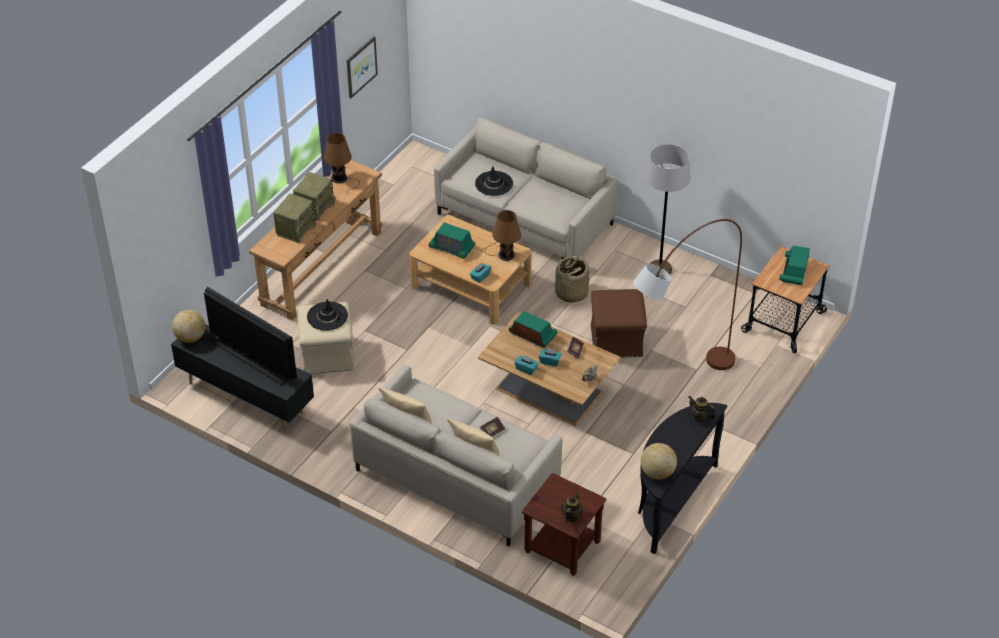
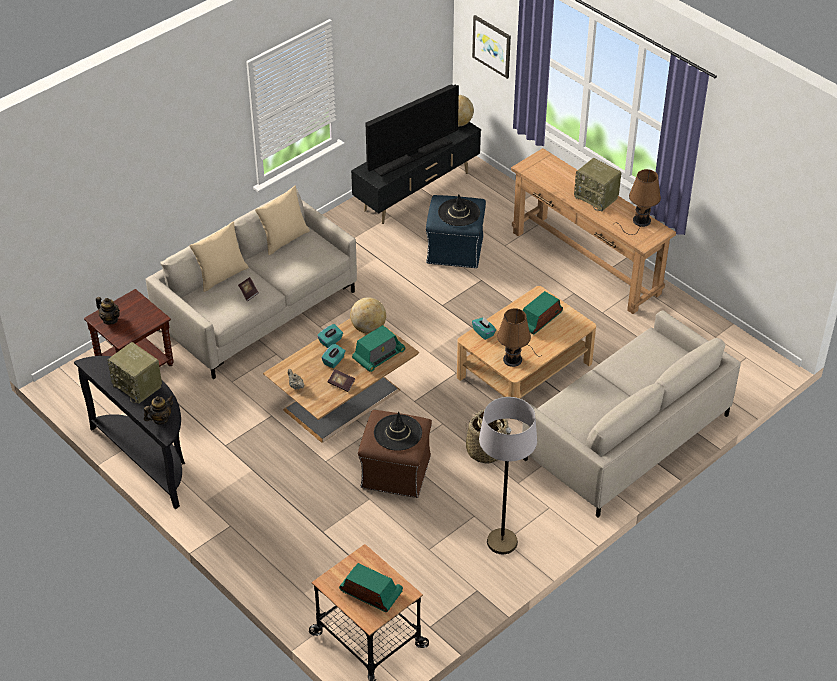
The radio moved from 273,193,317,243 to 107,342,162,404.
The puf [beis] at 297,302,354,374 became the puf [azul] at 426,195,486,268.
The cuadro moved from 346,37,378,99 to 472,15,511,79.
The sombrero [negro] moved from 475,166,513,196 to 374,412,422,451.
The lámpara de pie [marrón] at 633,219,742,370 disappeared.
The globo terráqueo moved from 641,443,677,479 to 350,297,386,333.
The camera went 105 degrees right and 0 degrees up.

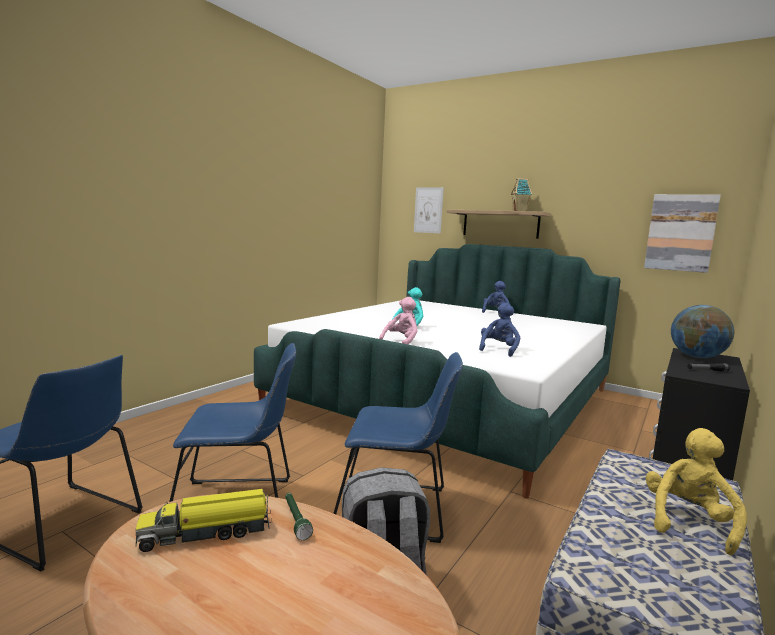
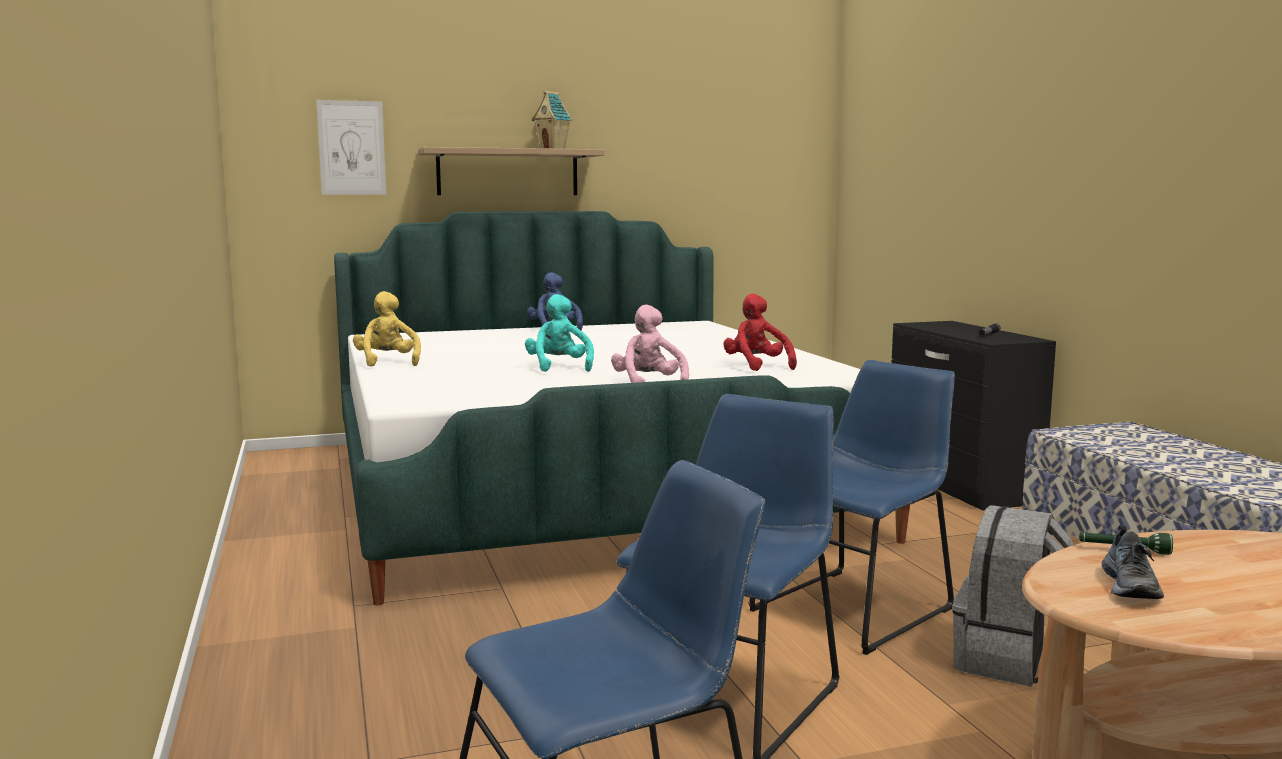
The camión de juguete at 136,489,272,552 was replaced by the zapato at 1102,525,1164,599.
The peluche [azul] at 479,303,520,357 became the peluche [rojo] at 723,294,797,371.
The cuadro at 644,194,721,273 disappeared.
The peluche [amarillo] moved from 646,428,747,555 to 353,291,421,367.
The globo terráqueo at 671,305,734,358 disappeared.
The camera went 50 degrees left and 0 degrees up.

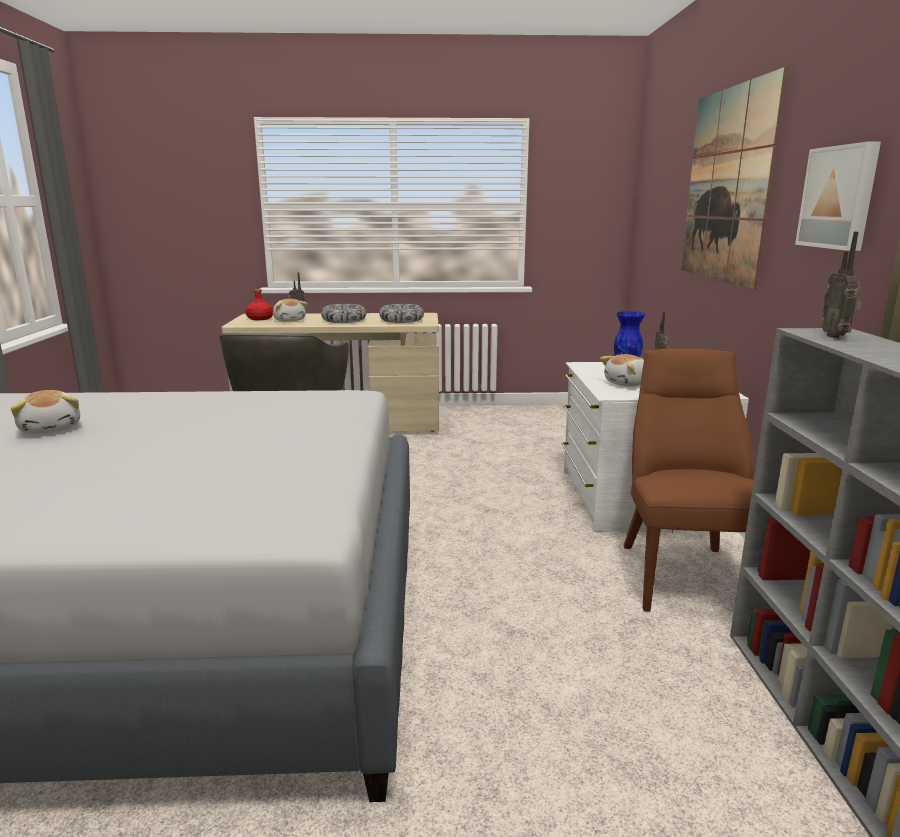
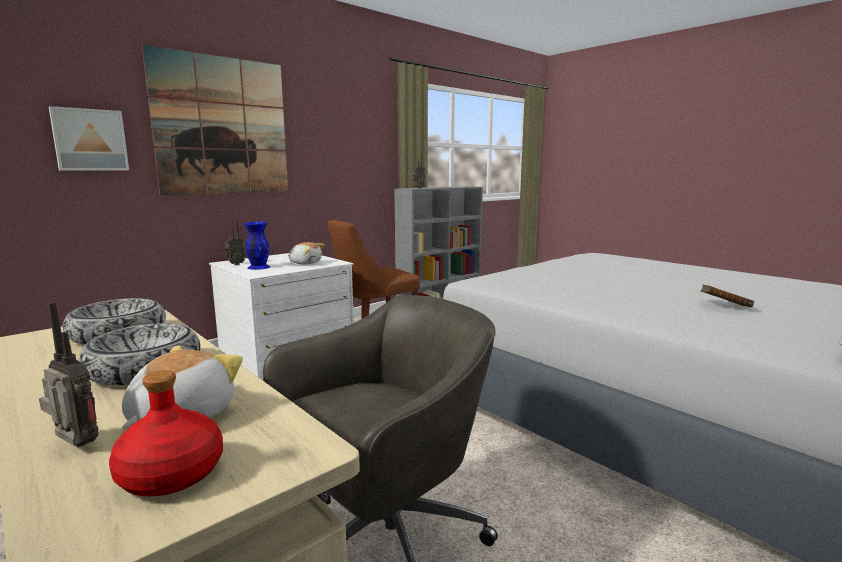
The peluche at 11,390,80,434 was replaced by the libro [marrón] at 700,285,754,307.
The cuadro moved from 795,142,881,251 to 49,106,129,171.
The camera went 130 degrees left and 5 degrees down.

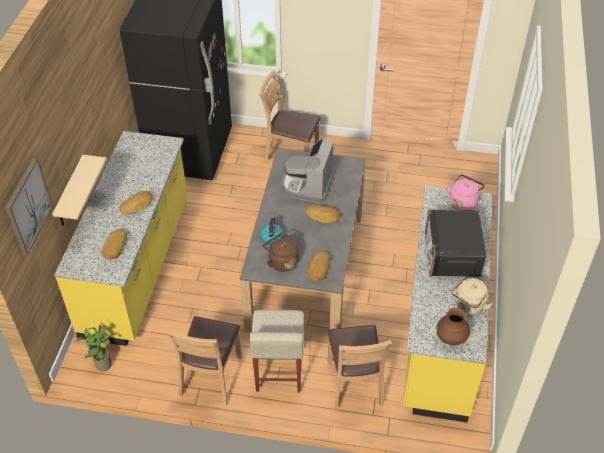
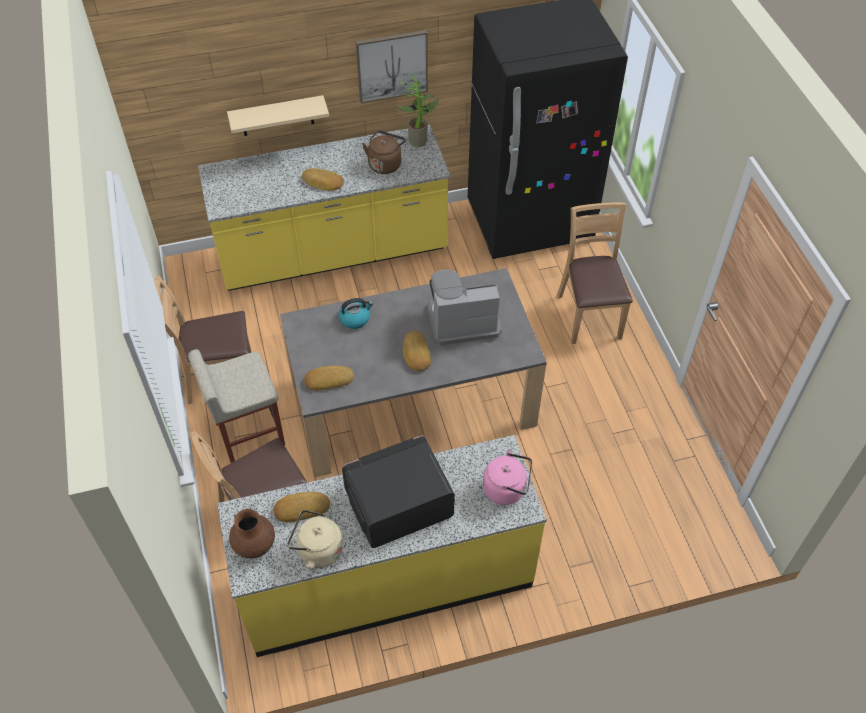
The cuadro moved from 5,158,53,255 to 356,30,428,103.
The planta en maceta moved from 75,325,112,372 to 396,76,439,147.
The pan moved from 102,229,127,260 to 273,492,330,522.
The hervidor [marrón] moved from 263,232,298,272 to 362,130,406,174.
The camera went 65 degrees right and 5 degrees up.

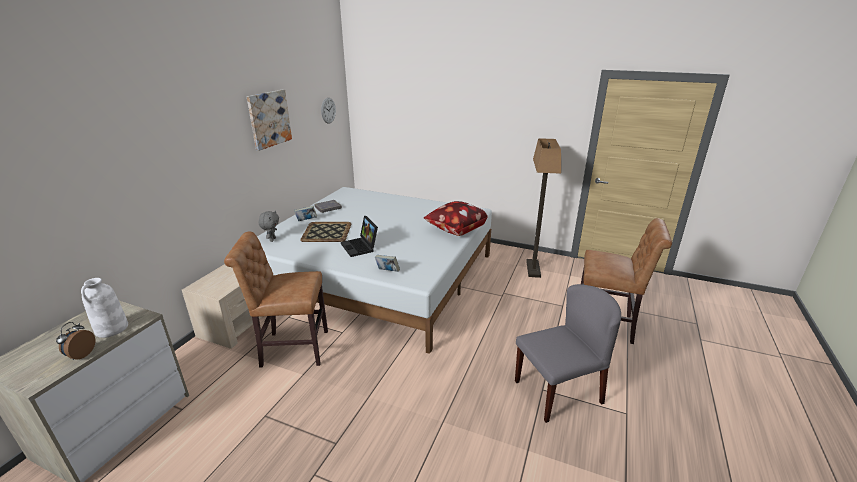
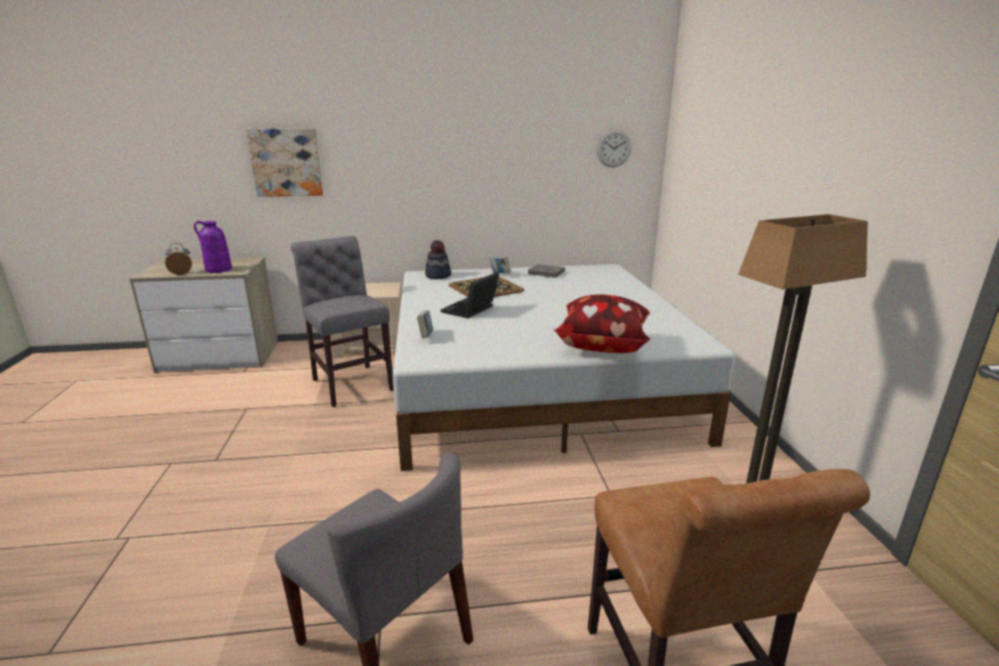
The florero [blanco] at 81,278,128,338 became the florero [morado] at 194,221,232,273.
The silla [marrón] at 224,232,328,368 became the silla [gris] at 291,236,394,407.
The cuadro moved from 247,89,292,151 to 246,128,323,197.
The peluche [gris] at 259,211,279,242 was replaced by the sombrero at 425,240,451,279.
The camera went 60 degrees right and 5 degrees down.

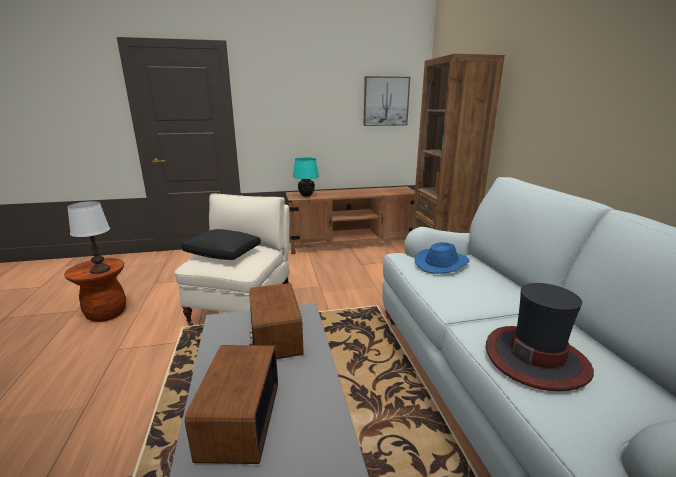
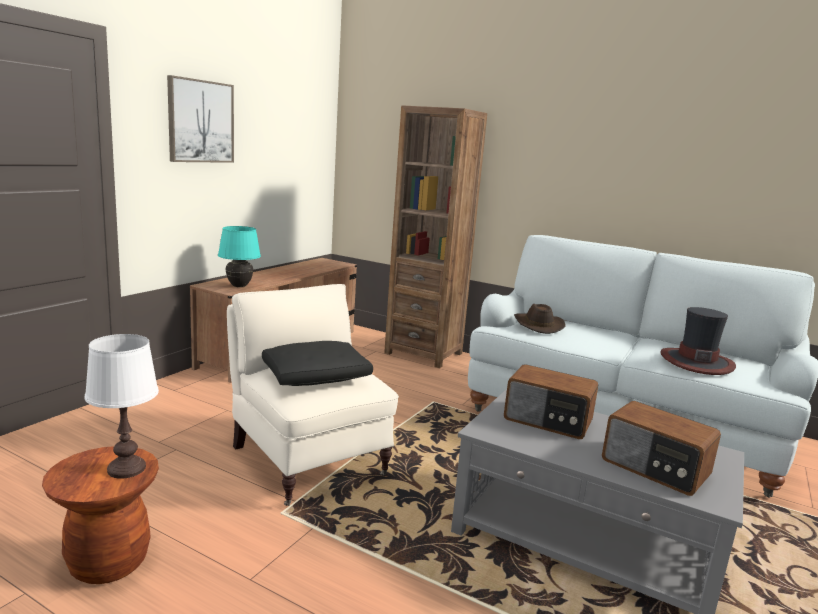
The cuadro moved from 363,76,410,126 to 167,75,234,163.
The sombrero [azul] at 415,242,469,274 became the sombrero [marrón] at 514,304,565,334.
The camera went 50 degrees left and 5 degrees down.

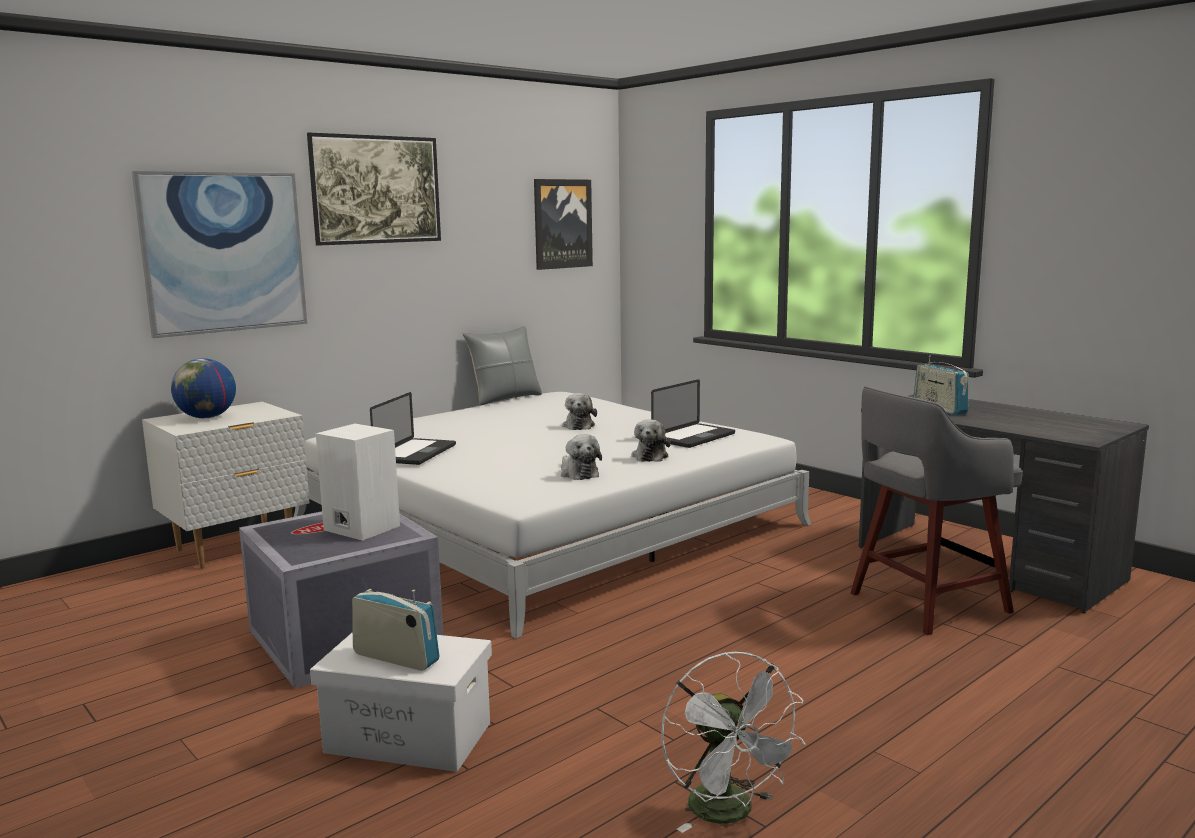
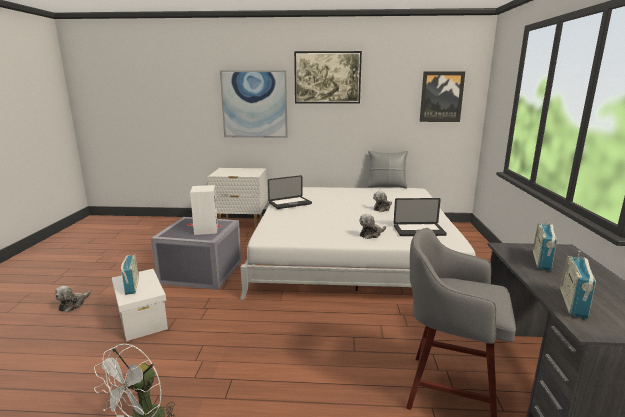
The globo terráqueo at 171,358,236,418 disappeared.
The peluche moved from 561,434,602,480 to 55,286,91,312.
The radio at 560,251,596,319 appeared.
The camera went 45 degrees right and 5 degrees up.

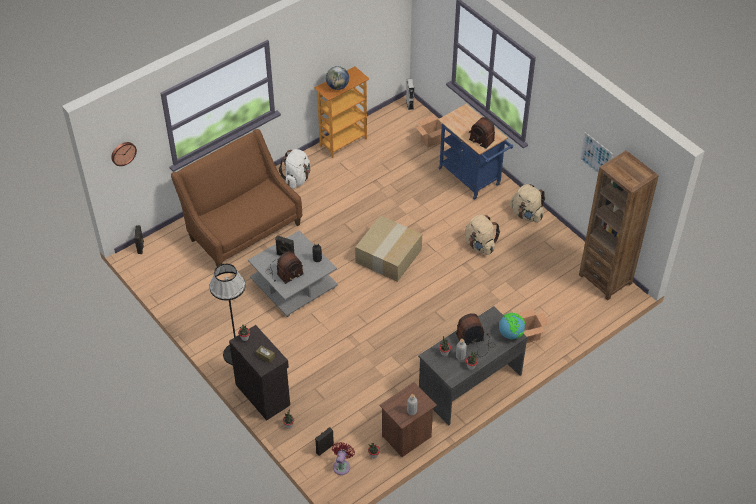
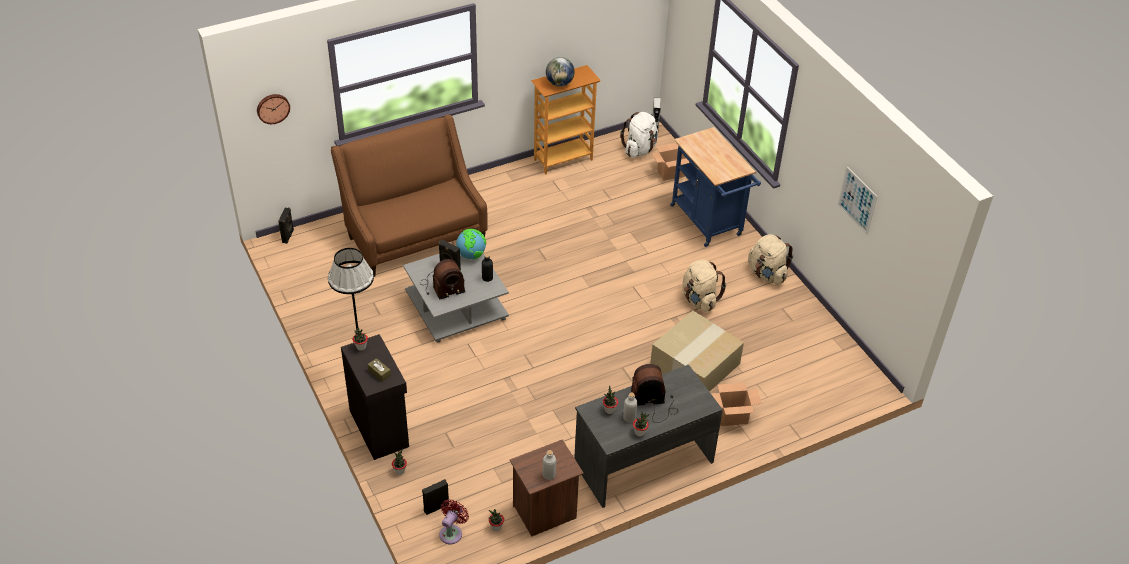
The mochila [blanco] moved from 279,149,310,189 to 620,112,658,158.
The caja de cartón moved from 355,216,422,282 to 650,311,744,392.
The radio at 469,117,495,149 disappeared.
The globo terráqueo moved from 499,313,525,339 to 456,229,486,259.
The estantería [marrón] at 579,151,659,300 disappeared.
The camera went 10 degrees right and 5 degrees down.

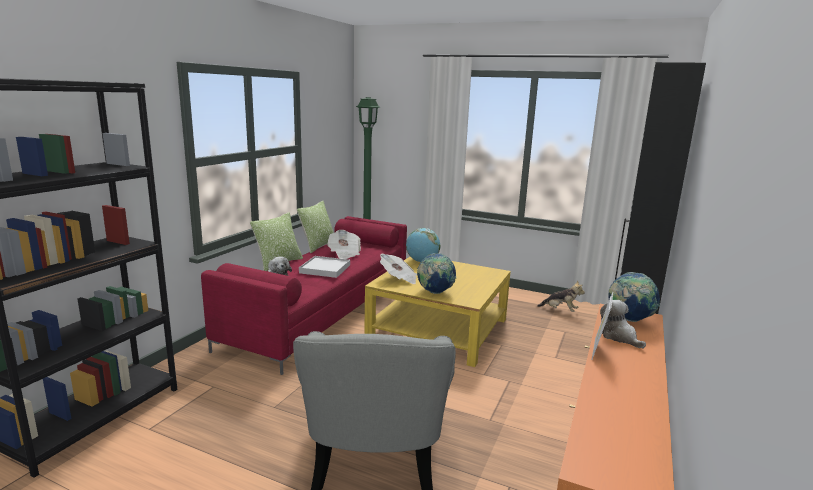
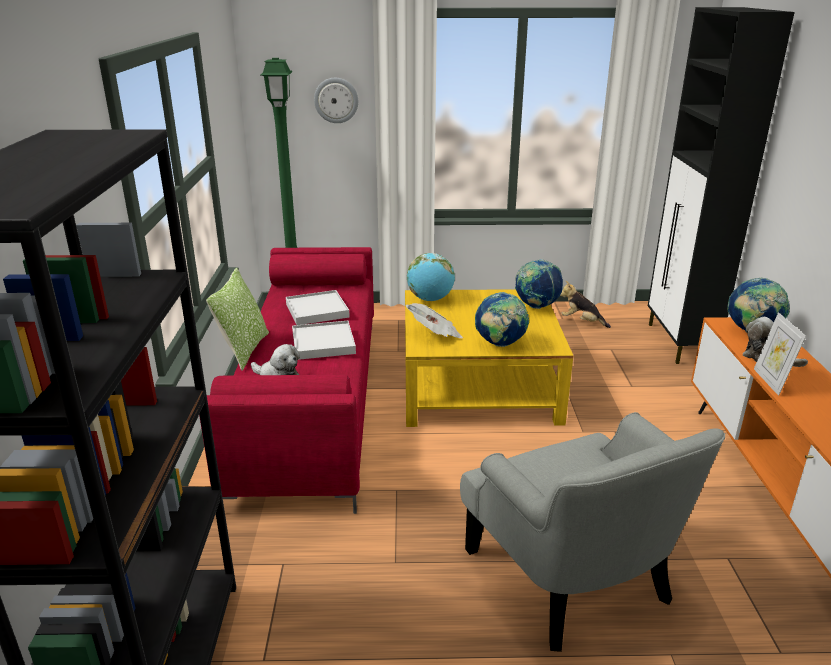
The cojín at 297,200,334,253 disappeared.
The periódico at 327,230,361,259 was replaced by the bandeja [blanco] at 286,290,350,325.
The peluche at 537,280,585,312 turned 150 degrees counterclockwise.
The reloj de pared at 314,78,358,123 appeared.
The globo terráqueo at 515,259,563,309 appeared.
The camera went 25 degrees left and 10 degrees up.

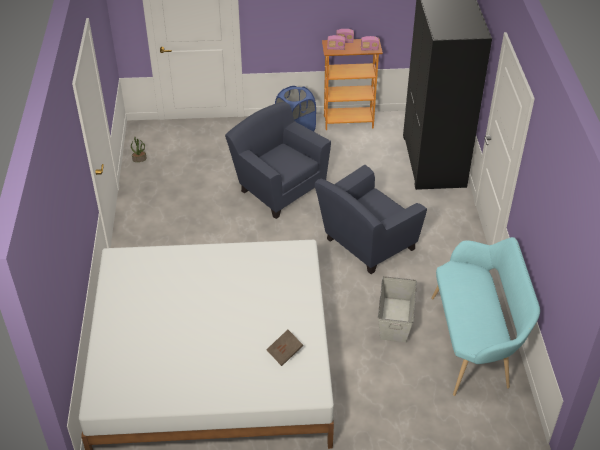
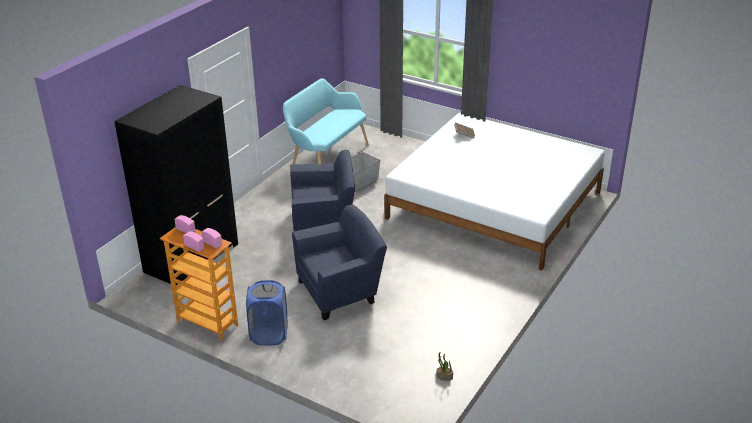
The sillón [azul] at 225,102,331,219 turned 105 degrees counterclockwise.
The camera went 145 degrees left and 10 degrees down.

